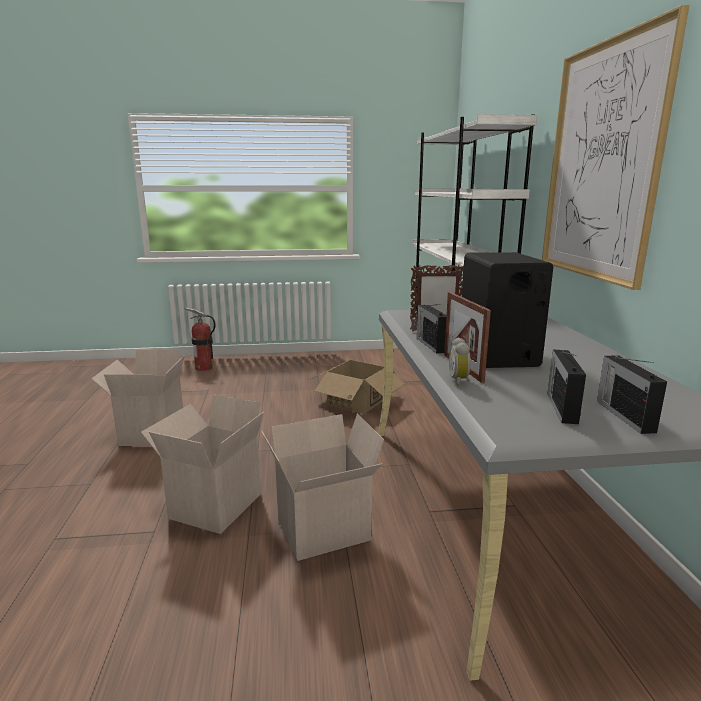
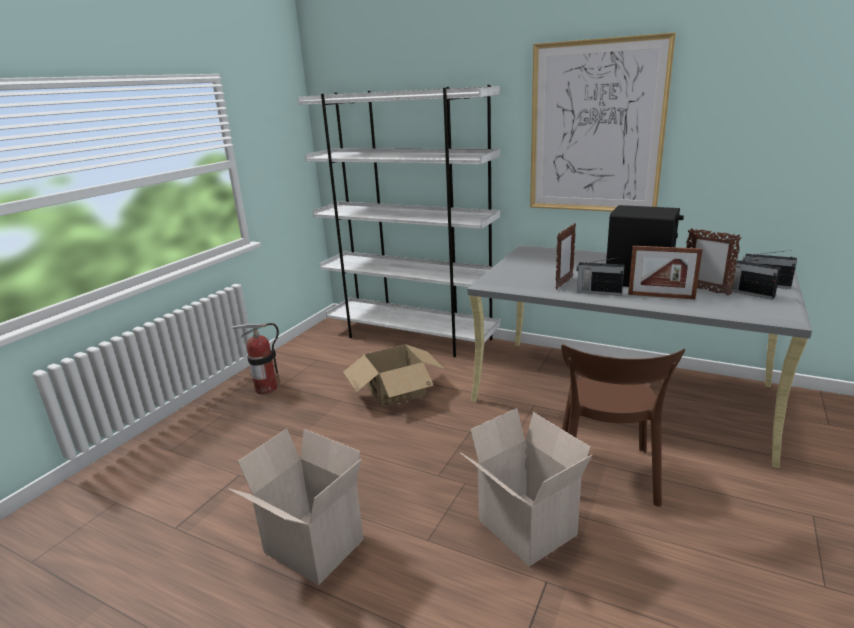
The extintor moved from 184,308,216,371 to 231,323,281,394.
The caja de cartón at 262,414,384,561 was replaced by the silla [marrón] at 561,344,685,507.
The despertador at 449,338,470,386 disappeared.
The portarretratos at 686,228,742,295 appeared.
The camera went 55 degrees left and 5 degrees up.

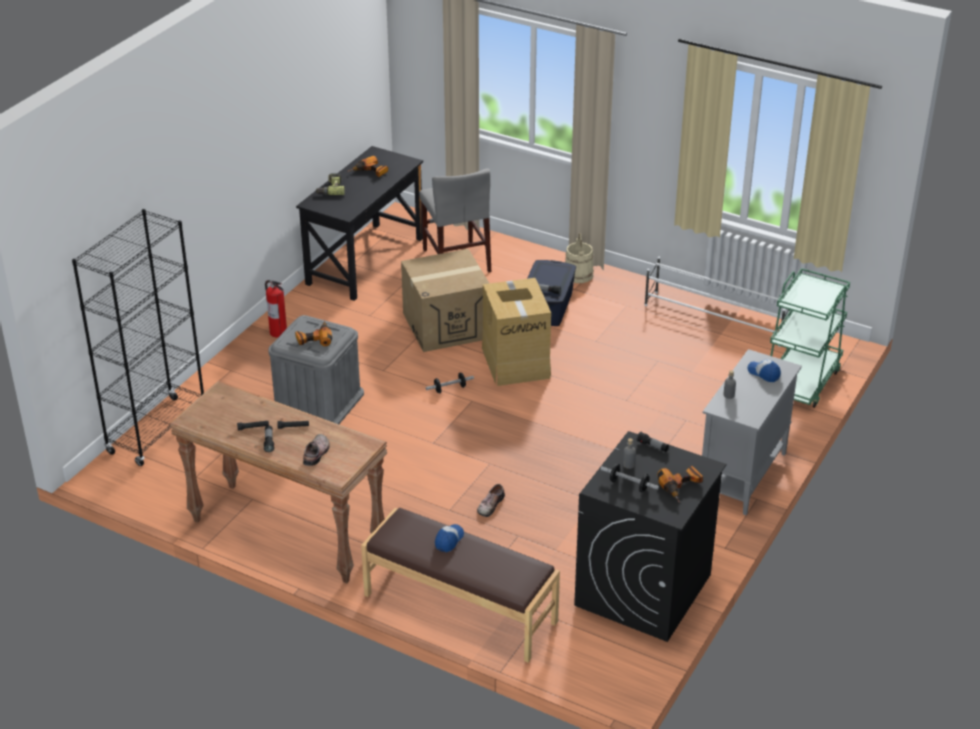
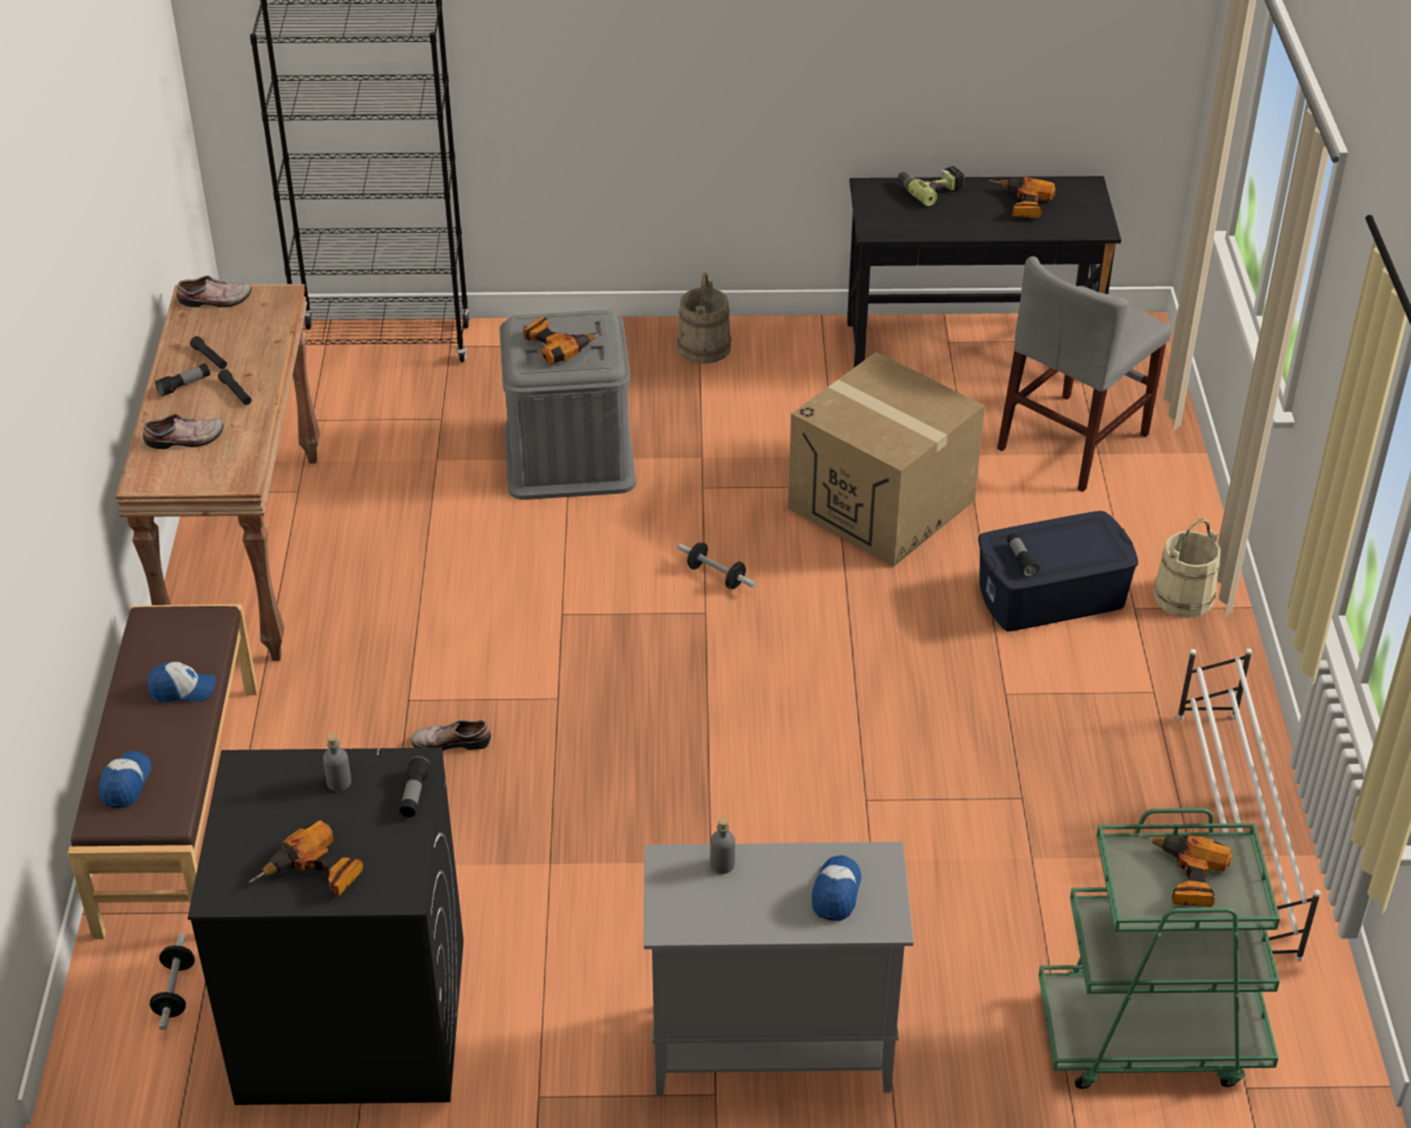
The extintor at 265,280,287,338 was replaced by the cubo [beis] at 677,272,731,364.
The caja de cartón at 482,278,551,386 disappeared.
The mancuerna moved from 601,464,659,492 to 150,934,195,1030.
The gorra at 99,751,151,808 appeared.
The zapato at 177,275,252,307 appeared.
The taladro at 1137,834,1232,907 appeared.
The camera went 60 degrees right and 5 degrees up.

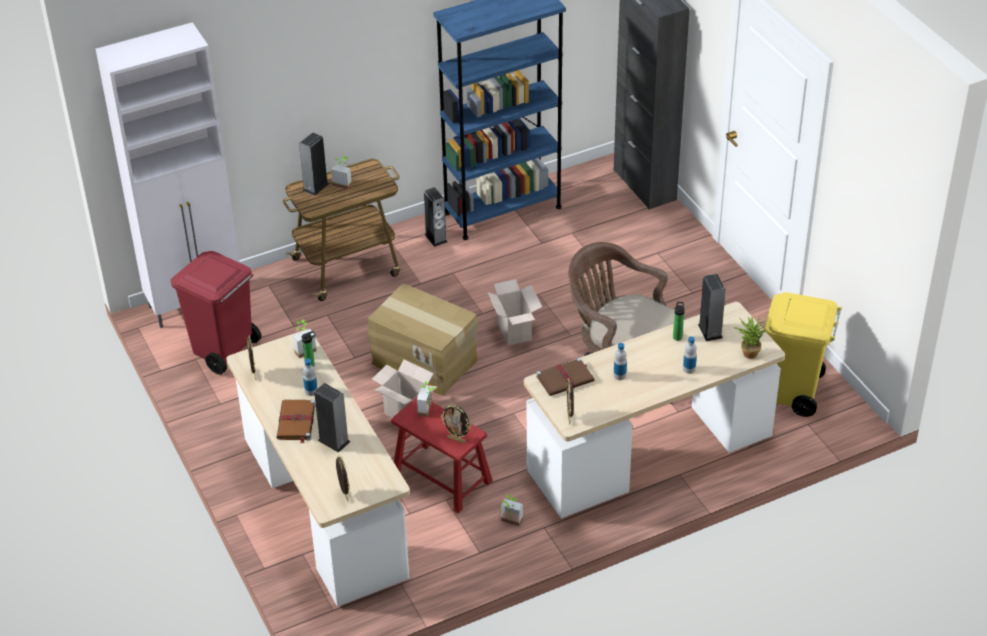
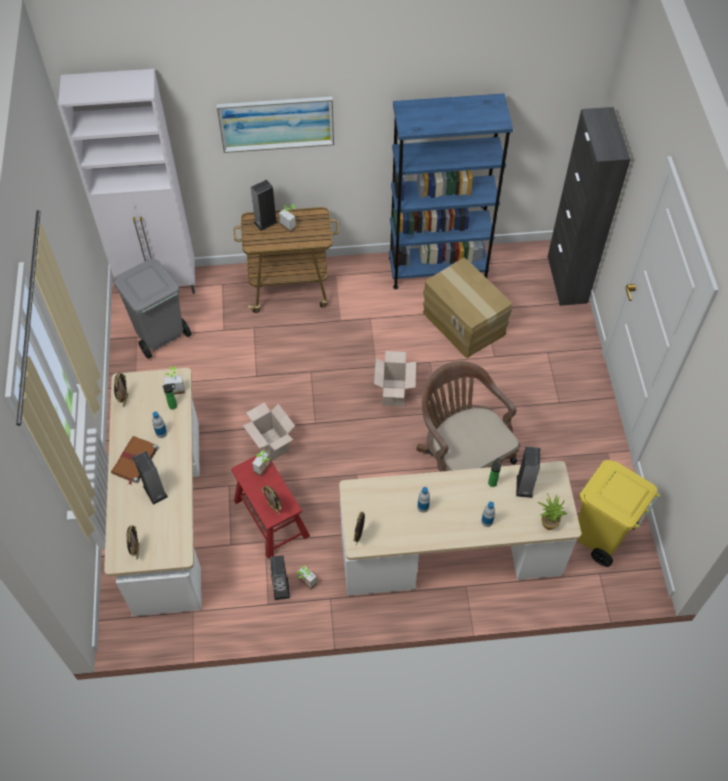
The papelera [rojo] at 171,251,262,375 became the papelera [gris] at 113,259,192,359.
The caja de cartón moved from 368,284,478,396 to 423,258,512,359.
The altavoz moved from 424,187,447,247 to 270,556,290,600.
The libro [marrón] at 536,358,594,396 disappeared.
The cuadro at 217,96,334,153 appeared.
The camera went 20 degrees right and 15 degrees up.

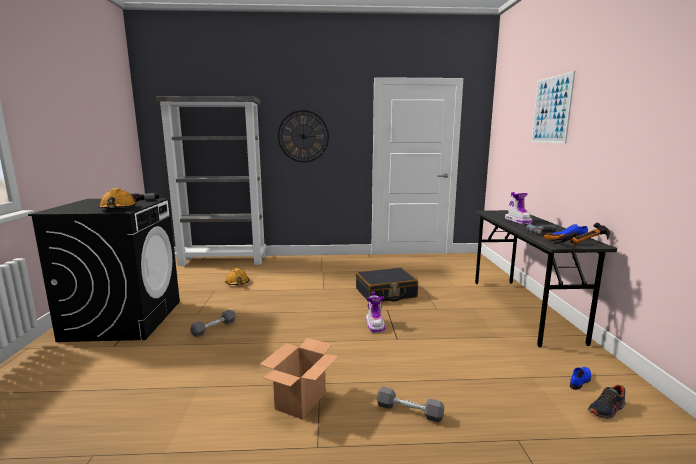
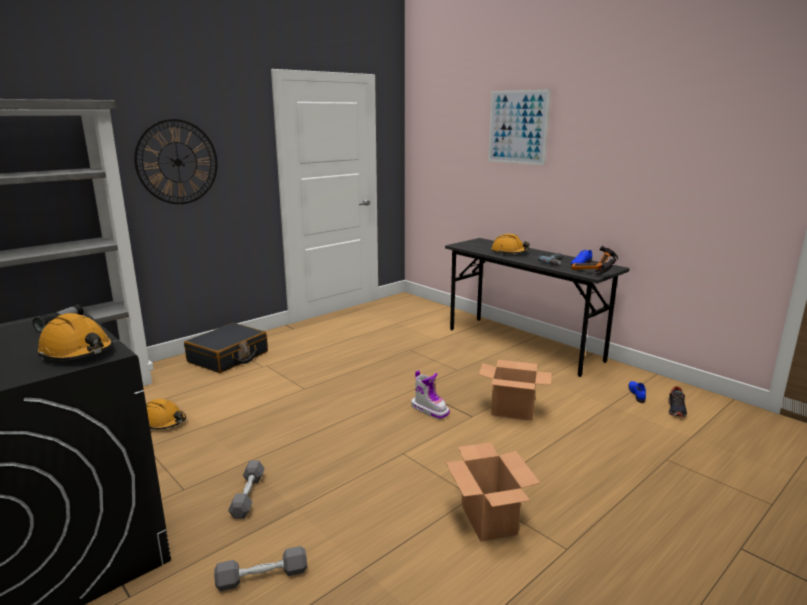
The maleta [negro] moved from 356,268,418,302 to 184,323,268,373.
The mancuerna [gris] moved from 377,386,444,422 to 214,546,307,591.
The bota at 505,192,533,224 was replaced by the casco [naranja] at 491,234,530,254.
The caja de cartón at 479,360,552,421 appeared.
The camera went 40 degrees left and 5 degrees up.

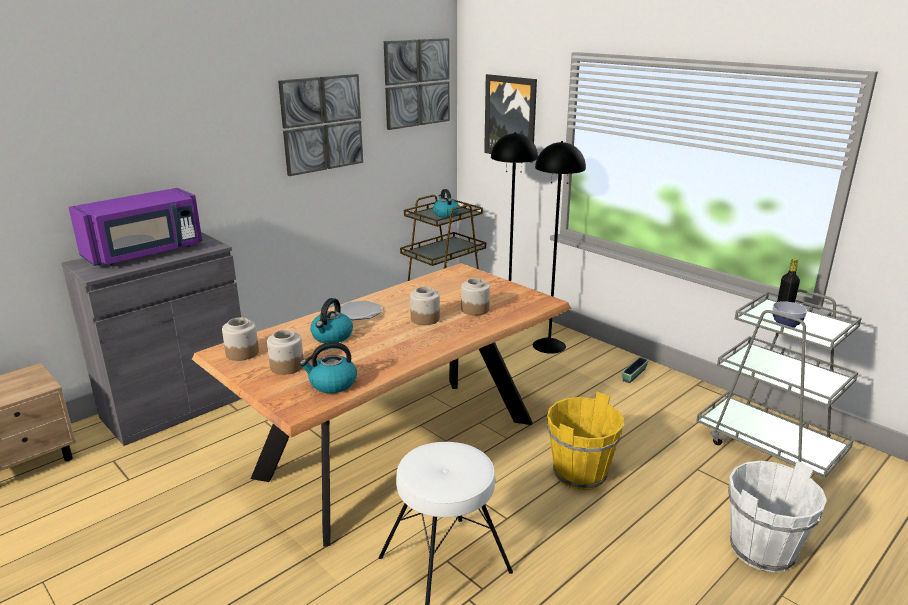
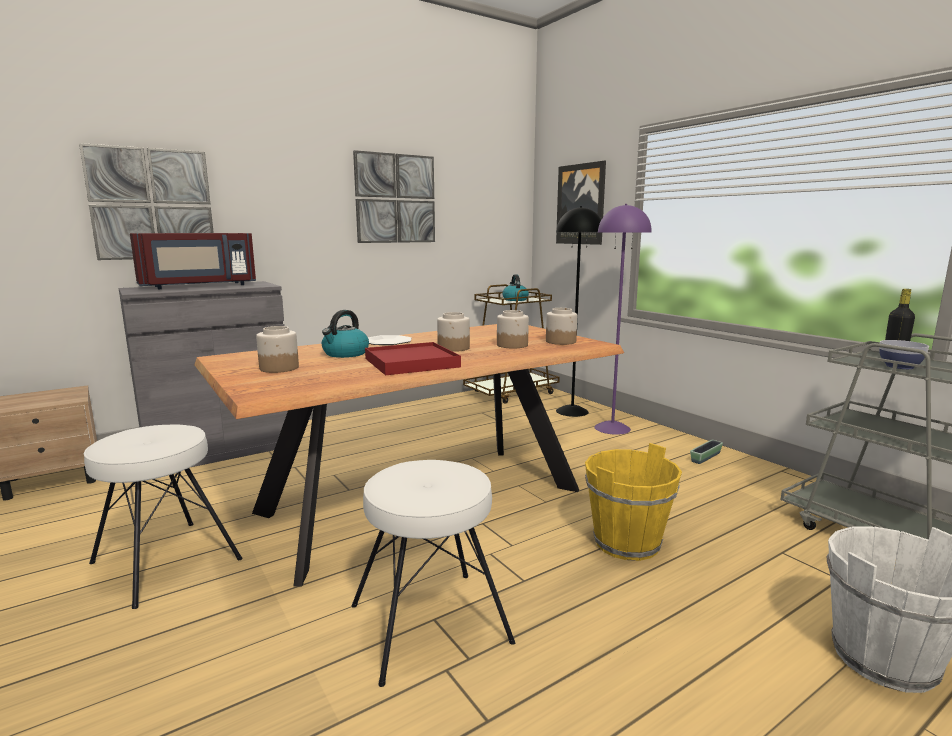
The microondas [morado] at 68,188,202,266 became the microondas [rojo] at 130,233,256,289.
The tarro moved from 222,317,259,361 to 546,308,577,345.
The hervidor at 300,342,357,393 disappeared.
The cuadro moved from 384,38,450,130 to 79,143,214,260.
The lámpara de pie [negro] at 533,141,586,354 became the lámpara de pie [morado] at 594,204,652,435.
The taburete [blanco] at 84,425,243,609 appeared.
The bandeja [rojo] at 365,342,461,375 appeared.
The camera went 10 degrees right and 10 degrees down.

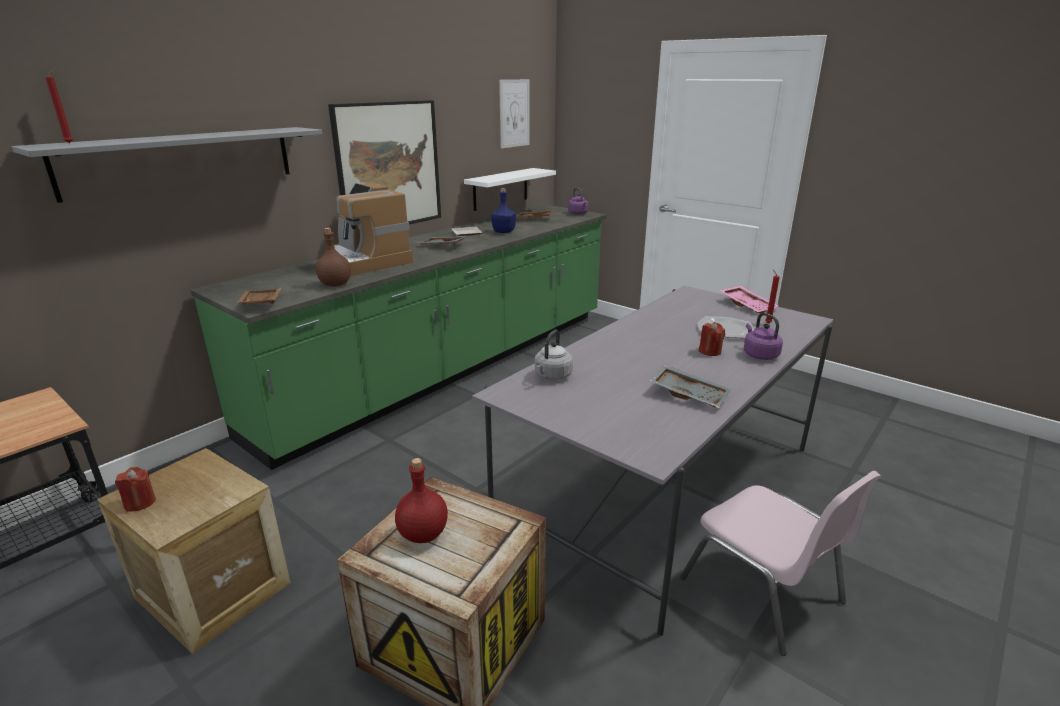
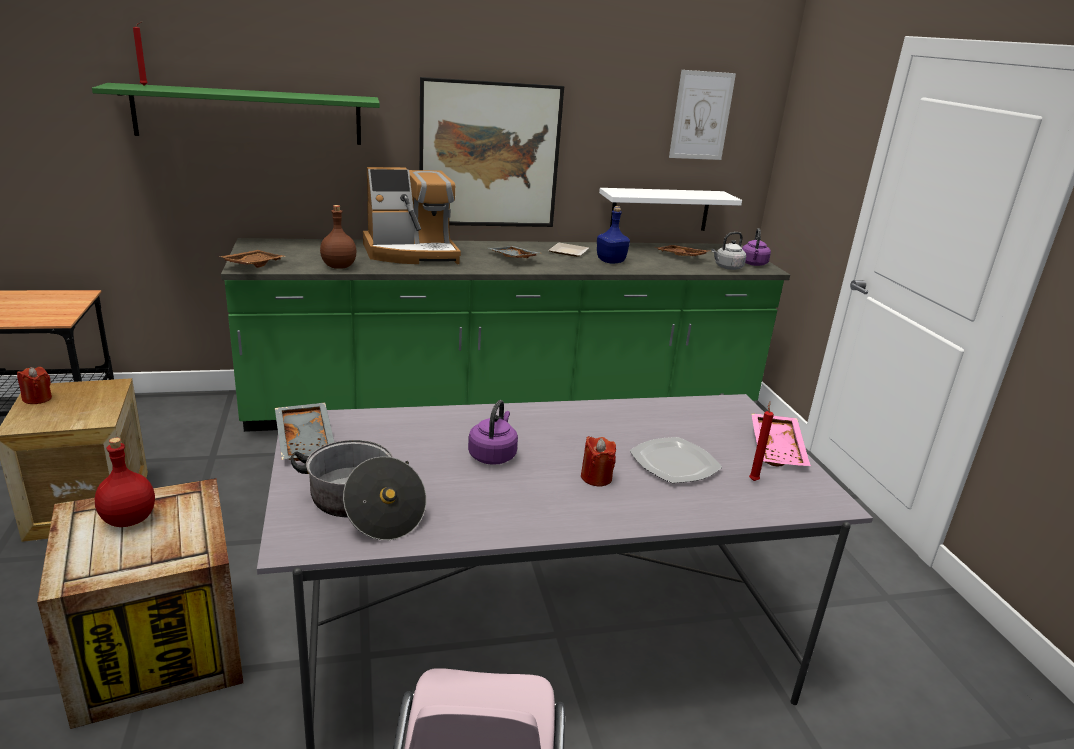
The estante [gris] at 12,127,322,203 became the estante [verde] at 92,83,380,145.
The cafetera at 334,183,413,276 turned 105 degrees counterclockwise.
The hervidor [gris] moved from 535,330,573,380 to 712,232,746,270.
The bandeja [gris] moved from 650,365,731,408 to 275,403,334,461.
The hervidor [morado] moved from 744,313,783,360 to 468,400,518,465.
The olla at 290,440,426,540 appeared.
The camera went 35 degrees right and 0 degrees up.

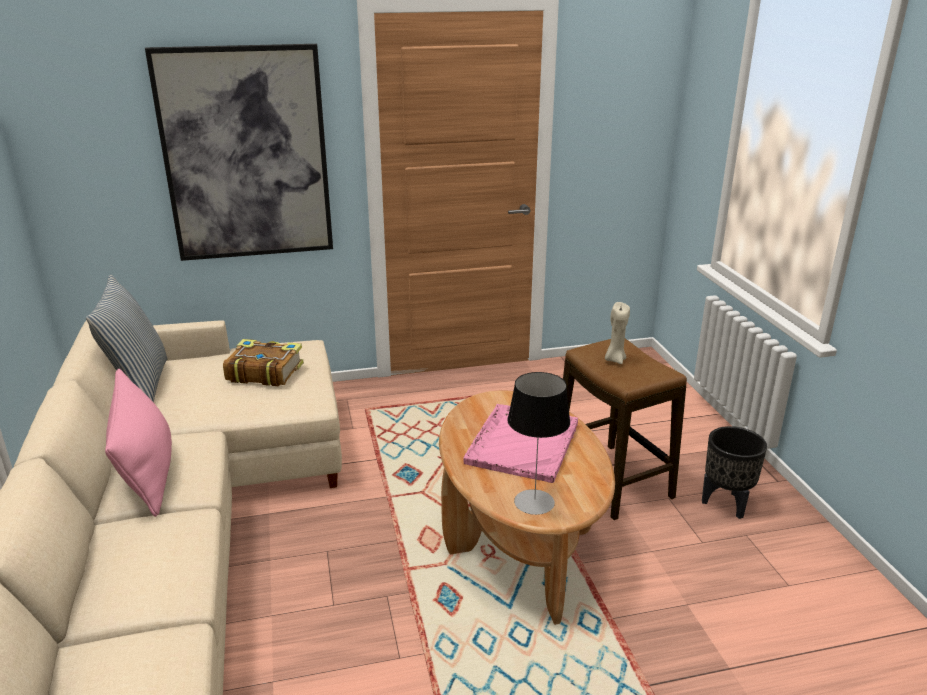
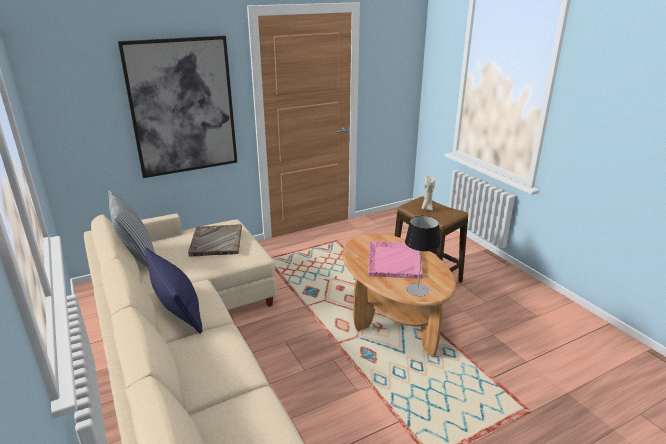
The cojín [rosa] at 105,369,172,517 became the cojín [azul] at 144,248,202,334.
The libro at 223,339,304,386 was replaced by the bandeja [gris] at 188,224,242,256.
The maceta [negro] at 702,426,767,519 disappeared.
The camera went 15 degrees left and 0 degrees up.

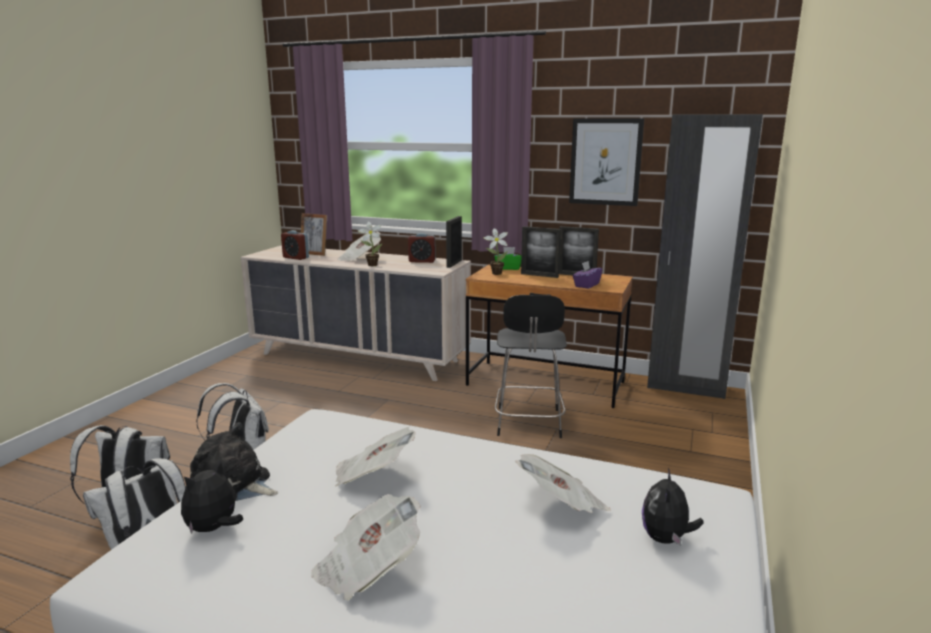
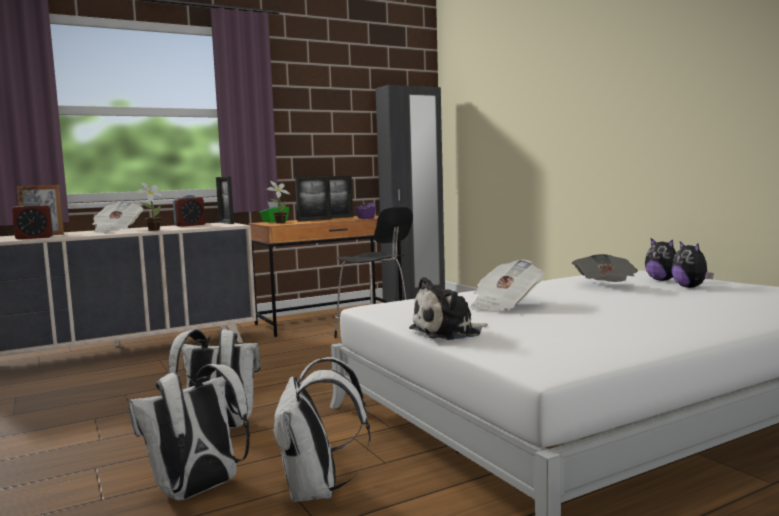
The peluche moved from 181,460,243,534 to 671,241,714,288.
The periódico at 311,494,421,601 disappeared.
The cuadro at 569,118,644,206 disappeared.
The camera went 50 degrees left and 10 degrees down.

